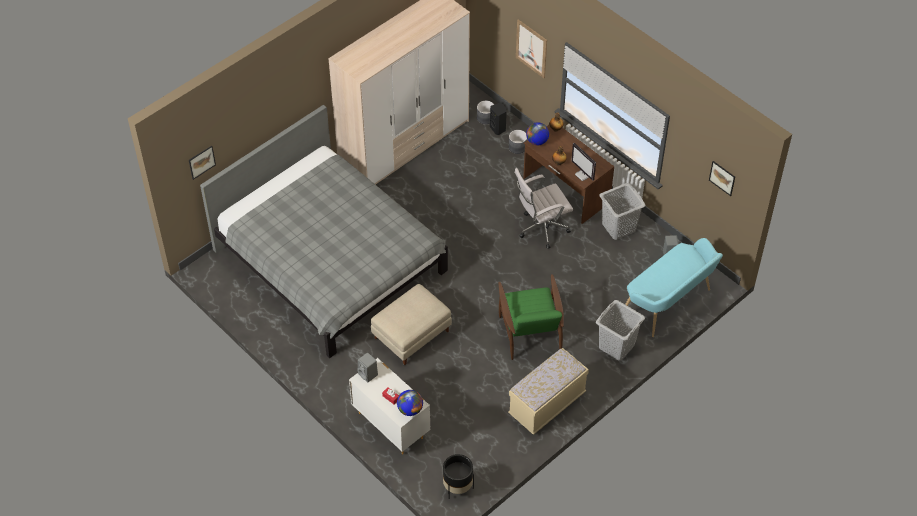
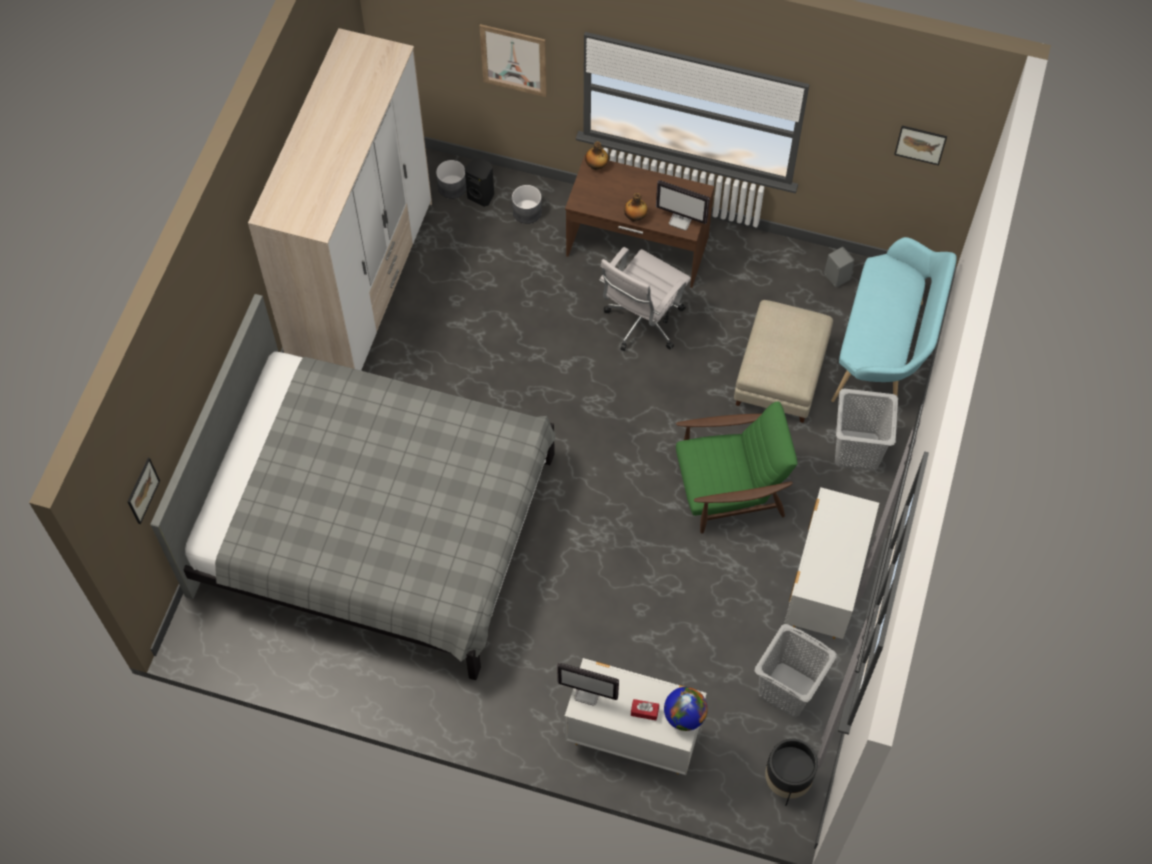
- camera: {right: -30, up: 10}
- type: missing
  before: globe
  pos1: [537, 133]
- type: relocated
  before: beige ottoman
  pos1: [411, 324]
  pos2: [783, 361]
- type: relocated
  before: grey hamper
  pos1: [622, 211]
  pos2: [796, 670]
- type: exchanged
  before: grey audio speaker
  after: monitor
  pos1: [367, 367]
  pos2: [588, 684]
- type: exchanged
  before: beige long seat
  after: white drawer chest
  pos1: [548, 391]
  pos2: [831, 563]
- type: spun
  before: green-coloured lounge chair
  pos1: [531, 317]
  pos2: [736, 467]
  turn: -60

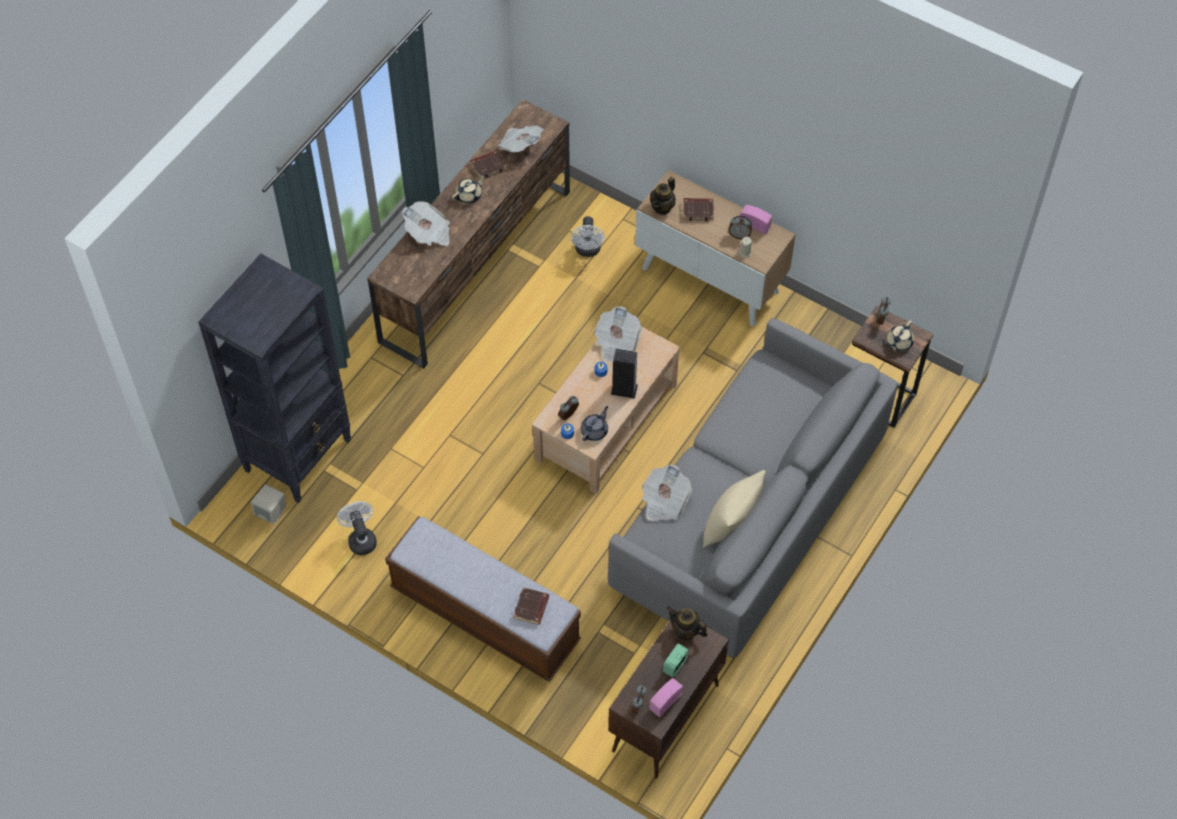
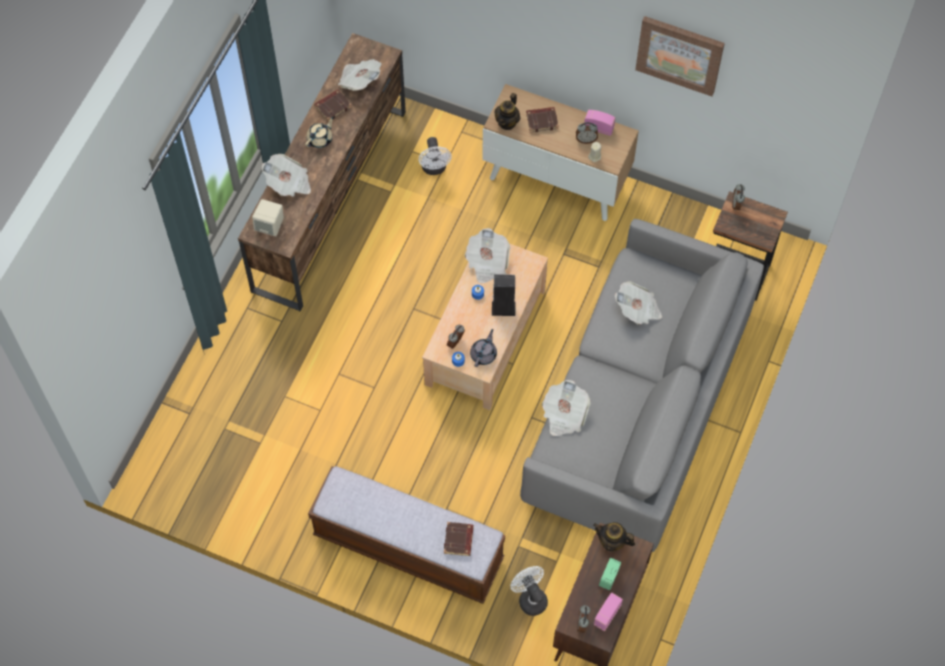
- camera: {right: -10, up: 5}
- type: missing
  before: black bookcase
  pos1: [274, 378]
- type: missing
  before: beige cushion
  pos1: [734, 508]
- type: missing
  before: beige pot for tea
  pos1: [900, 335]
- type: appeared
  after: daily paper
  pos2: [638, 303]
- type: appeared
  after: wall picture
  pos2: [680, 56]
- type: relocated
  before: beige audio speaker
  pos1: [268, 504]
  pos2: [268, 217]
- type: relocated
  before: white cooling fan
  pos1: [357, 528]
  pos2: [529, 591]

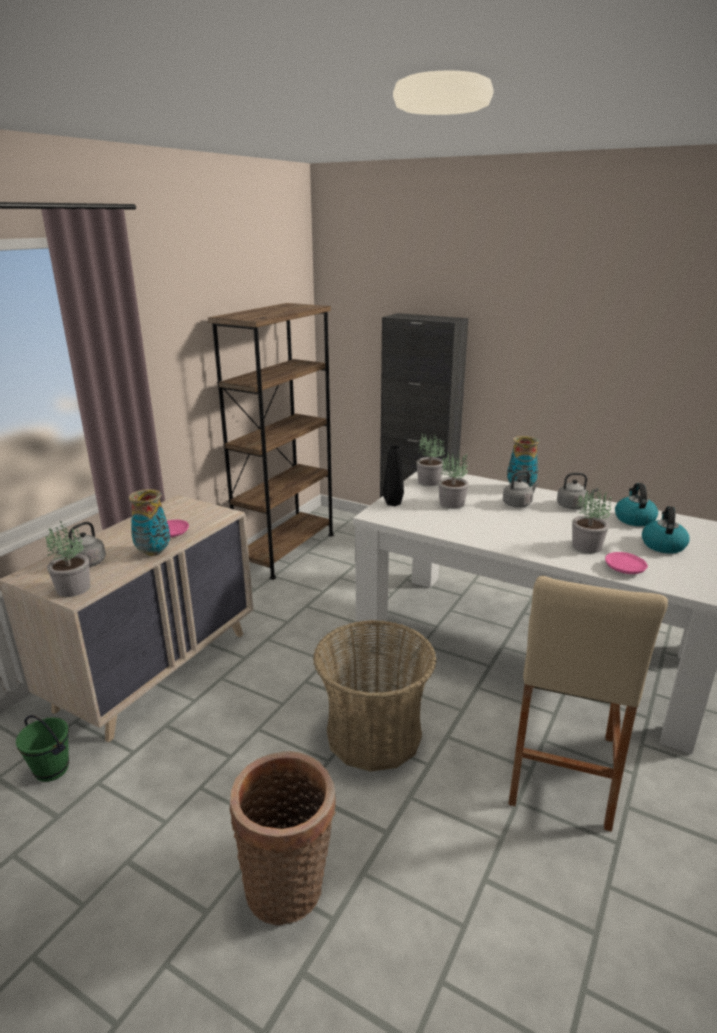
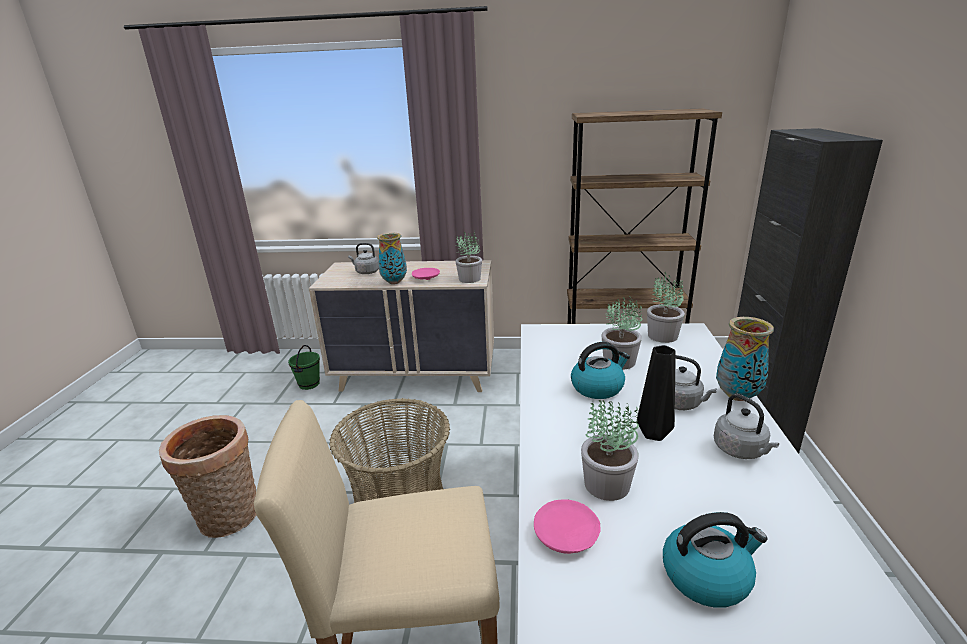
- camera: {right: 65, up: 0}
- type: relocated
  before: houseplant
  pos1: [68, 559]
  pos2: [468, 257]
- type: relocated
  before: black flower vase
  pos1: [393, 475]
  pos2: [656, 393]
- type: relocated
  before: water kettle
  pos1: [636, 504]
  pos2: [600, 370]

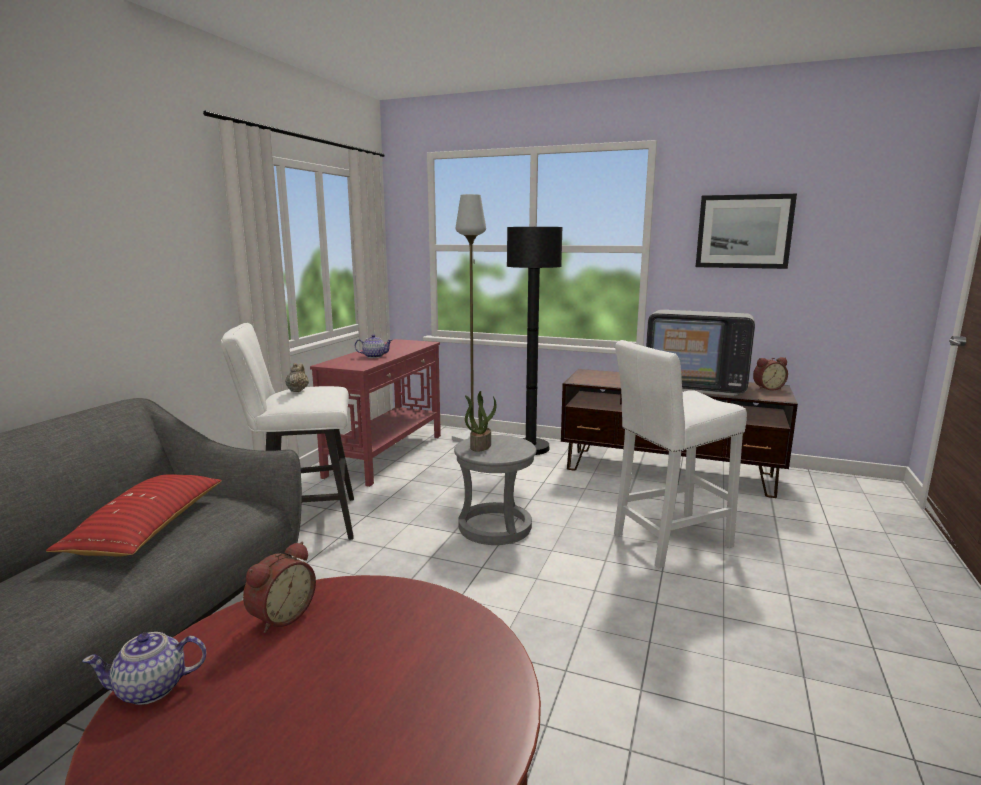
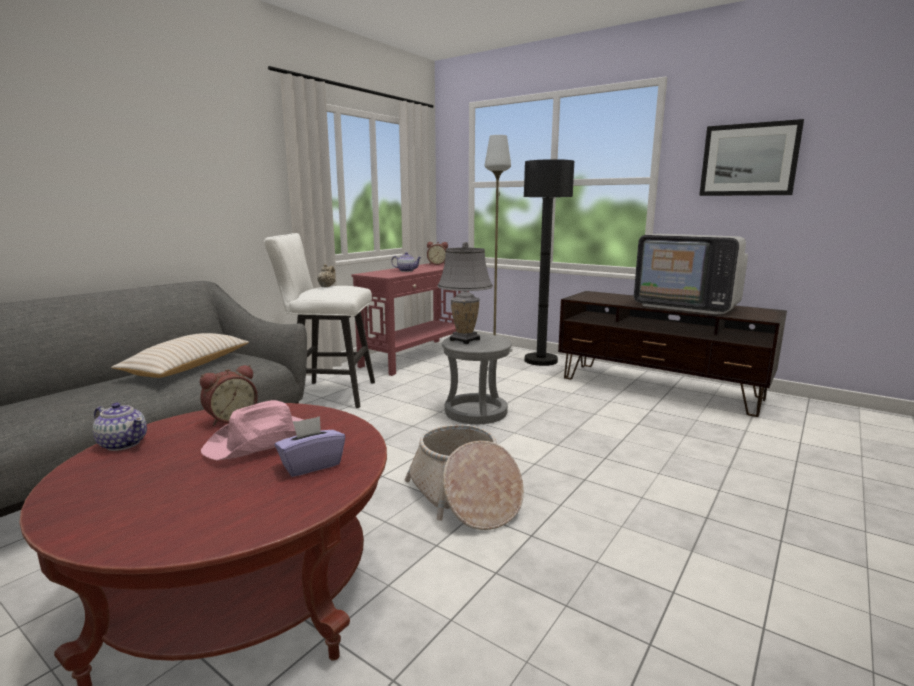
- camera: {right: 15, up: 0}
- type: missing
  before: white stool seat
  pos1: [680, 454]
- type: appeared
  after: pink wearable hat
  pos2: [252, 430]
- type: appeared
  after: purplish tissue holder
  pos2: [310, 446]
- type: appeared
  after: storage basket
  pos2: [464, 477]
- type: relocated
  before: bedside clock
  pos1: [770, 374]
  pos2: [437, 253]
- type: exchanged
  before: houseplant
  after: grey lamp for a table
  pos1: [481, 421]
  pos2: [465, 293]
- type: colour
  before: red cushion
  after: beige cushion
  pos1: [134, 515]
  pos2: [180, 355]
- type: spun
  before: pot for tea
  pos1: [144, 668]
  pos2: [120, 426]
  turn: -150

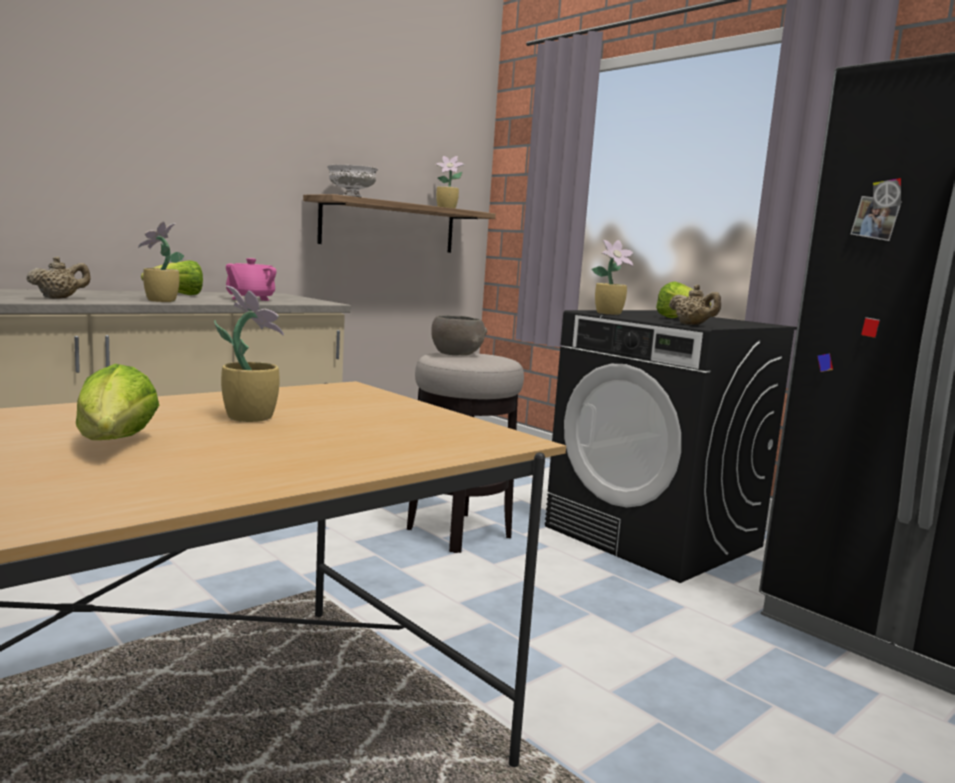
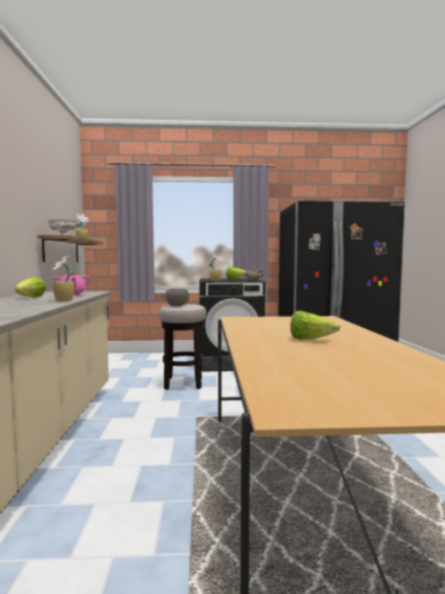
- camera: {right: -50, up: -5}
- type: missing
  before: beige pot for tea
  pos1: [58, 277]
- type: missing
  before: houseplant
  pos1: [249, 353]

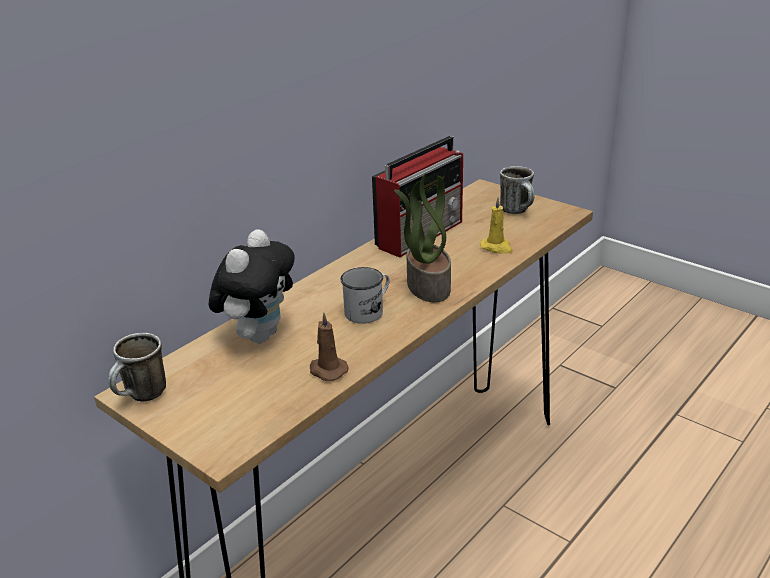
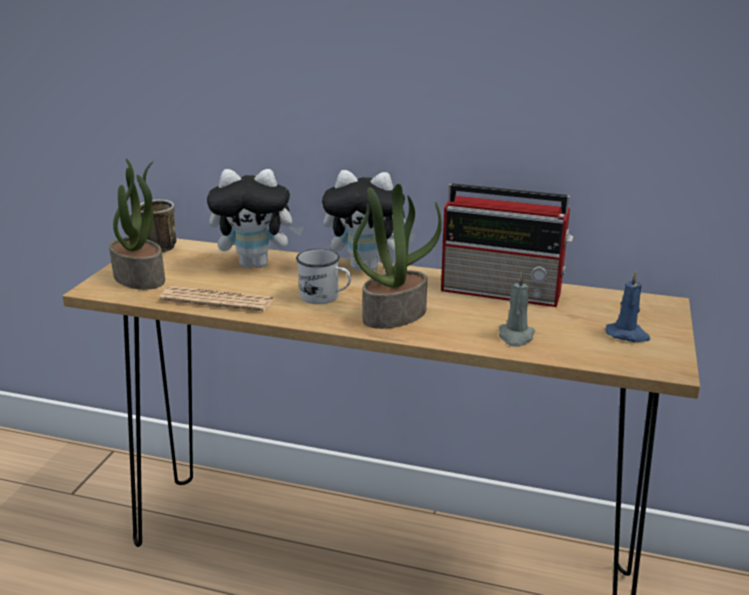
- camera: {right: 65, up: -5}
- type: appeared
  after: houseplant
  pos2: [137, 224]
- type: appeared
  after: plush toy
  pos2: [369, 220]
- type: exchanged
  before: brown-coloured candle
  after: daily paper
  pos1: [329, 346]
  pos2: [217, 298]
- type: exchanged
  before: mug
  after: bluish candle
  pos1: [517, 190]
  pos2: [627, 306]
- type: colour
  before: yellowish candle
  after: grey candle
  pos1: [496, 225]
  pos2: [517, 309]

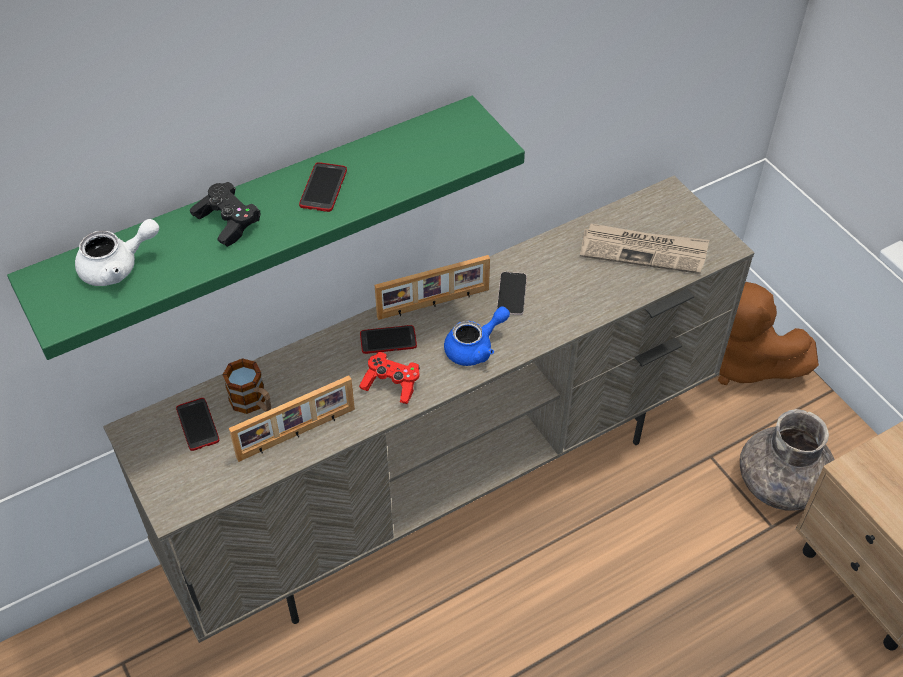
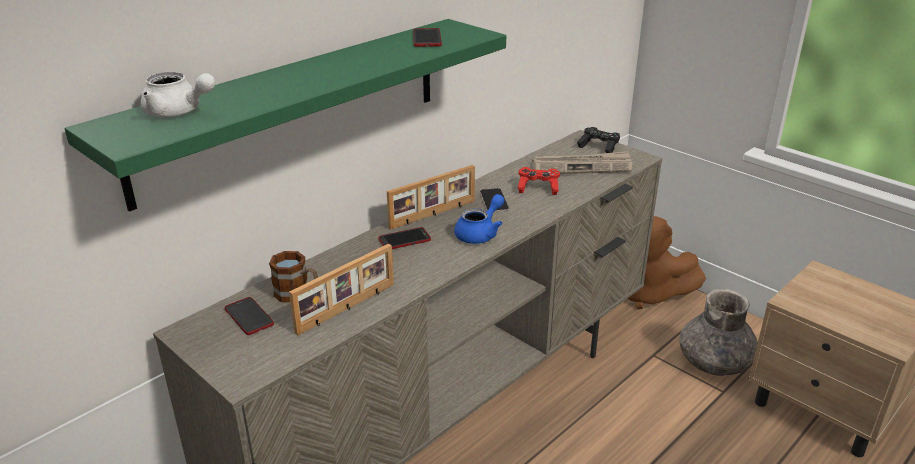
- camera: {right: -15, up: -20}
- type: relocated
  before: black game controller
  pos1: [225, 214]
  pos2: [598, 140]
- type: relocated
  before: phone
  pos1: [323, 187]
  pos2: [427, 37]
- type: relocated
  before: red game controller
  pos1: [389, 378]
  pos2: [538, 181]
- type: spun
  before: white pot for tea
  pos1: [117, 252]
  pos2: [178, 94]
  turn: 60

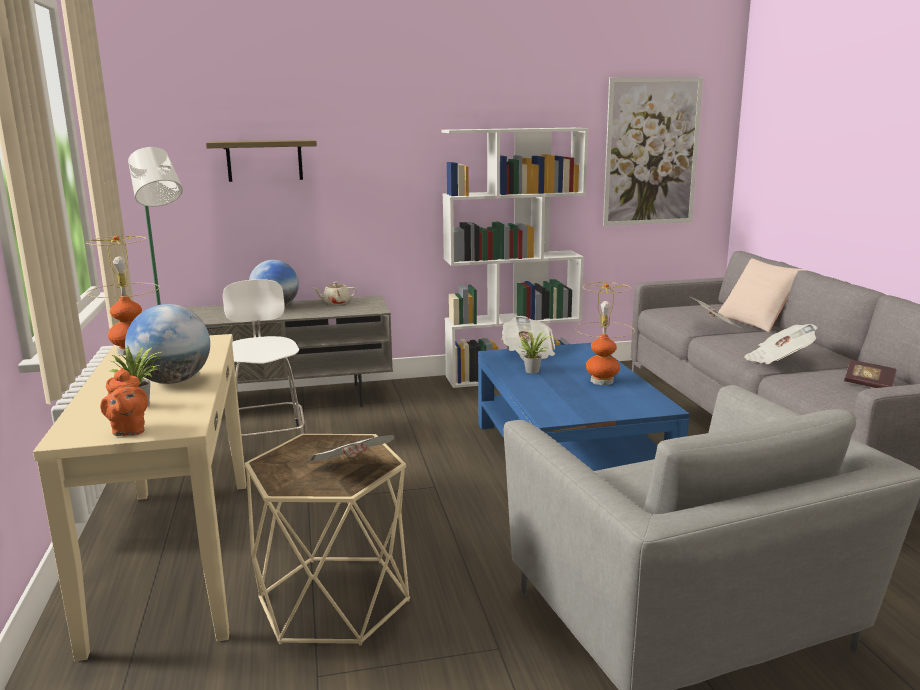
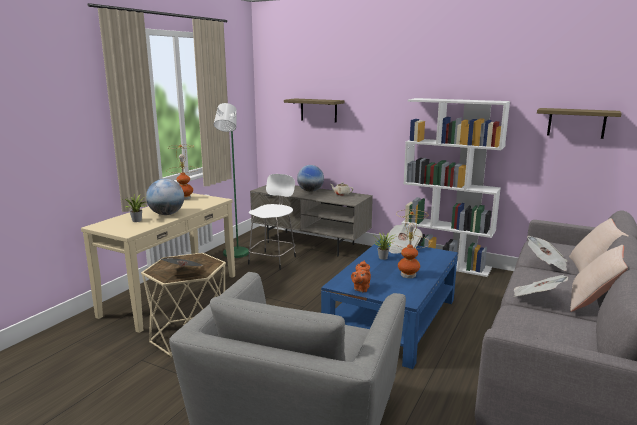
- camera: {right: 40, up: 0}
- type: missing
  before: book
  pos1: [870, 374]
- type: appeared
  after: beige cushion
  pos2: [599, 278]
- type: relocated
  before: orange-coloured pot for tea
  pos1: [124, 402]
  pos2: [361, 276]
- type: exchanged
  before: wall picture
  after: wall shelf
  pos1: [653, 151]
  pos2: [579, 123]

